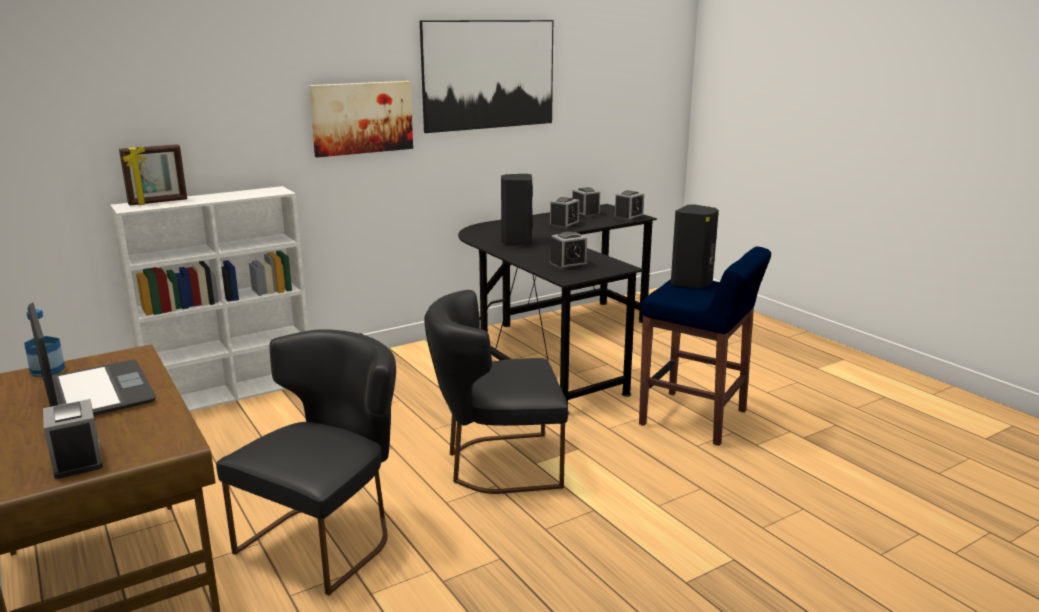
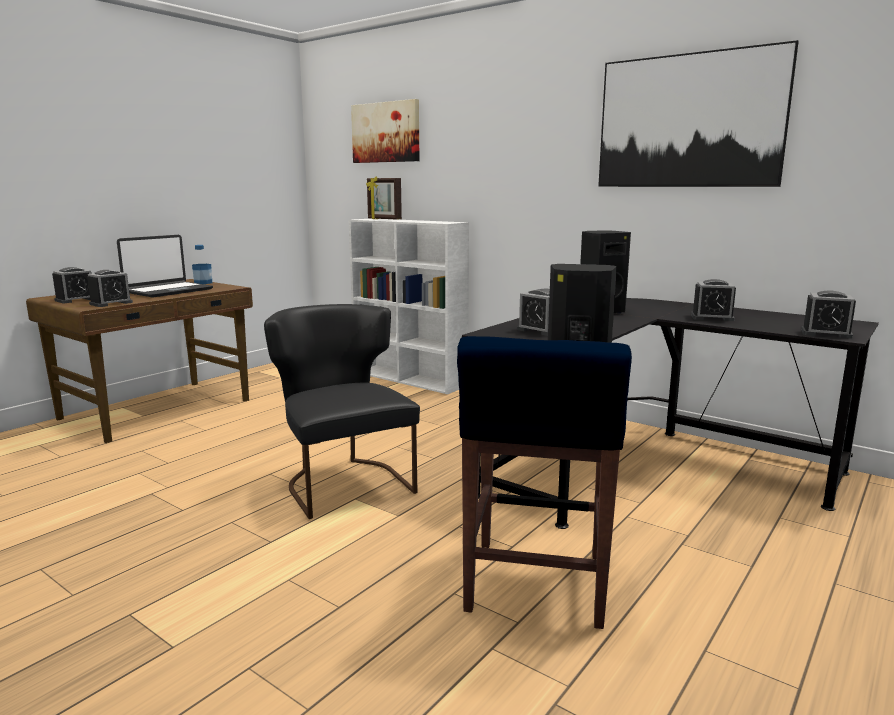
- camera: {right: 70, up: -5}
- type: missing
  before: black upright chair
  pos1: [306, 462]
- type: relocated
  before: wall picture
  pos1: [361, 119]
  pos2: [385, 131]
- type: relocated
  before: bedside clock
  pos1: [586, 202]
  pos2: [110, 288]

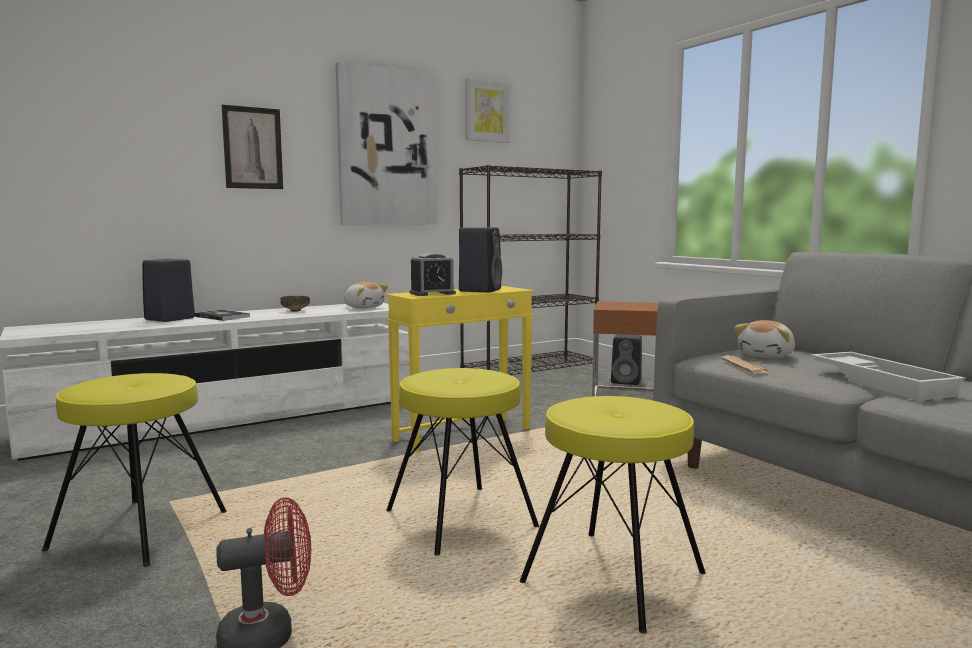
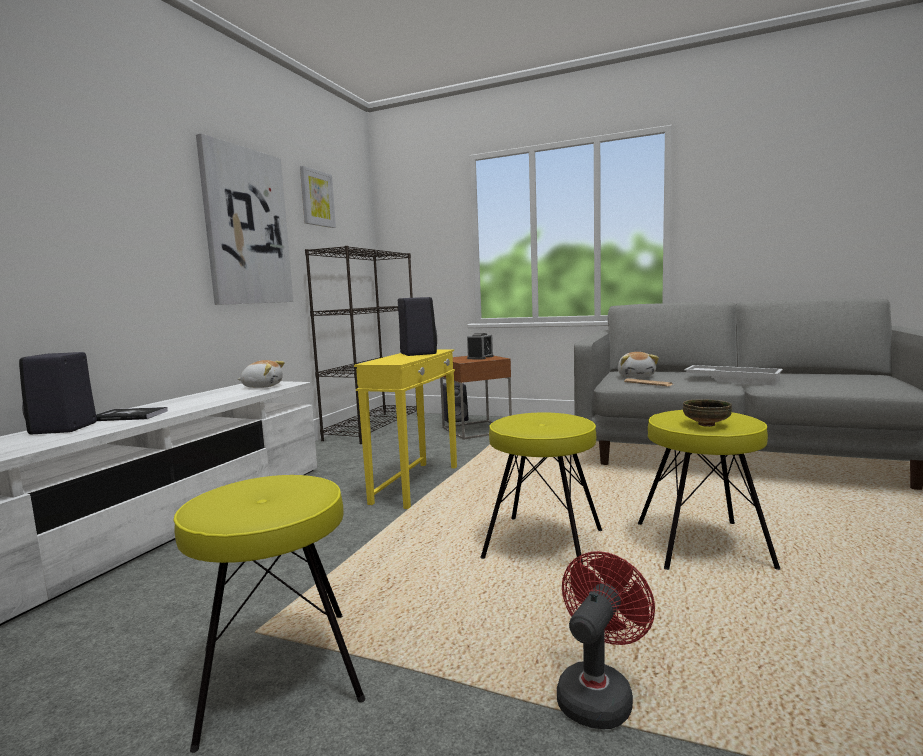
- camera: {right: -35, up: 0}
- type: missing
  before: wall picture
  pos1: [252, 146]
- type: relocated
  before: deep dish
  pos1: [295, 304]
  pos2: [707, 413]
- type: relocated
  before: bedside clock
  pos1: [433, 274]
  pos2: [480, 346]

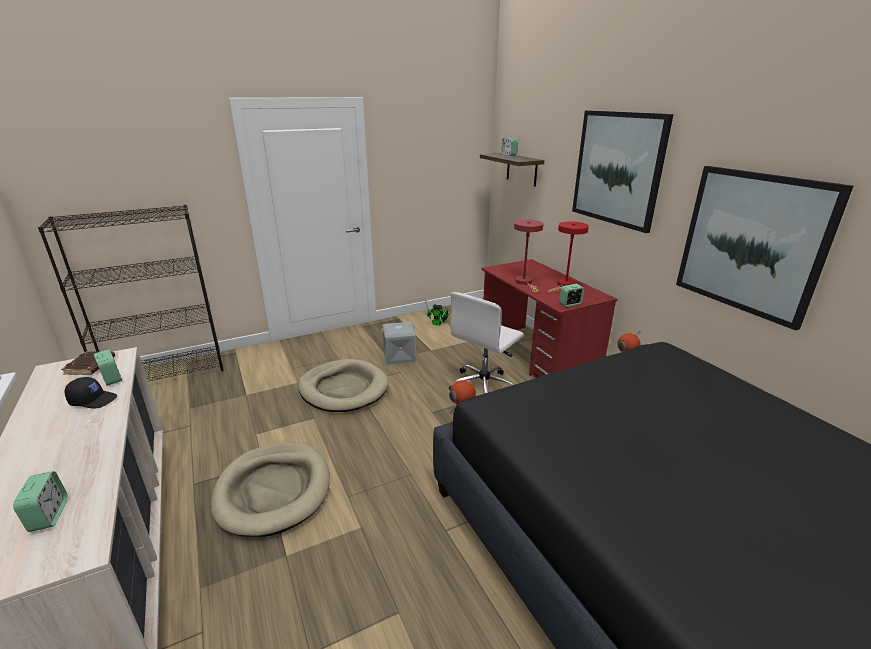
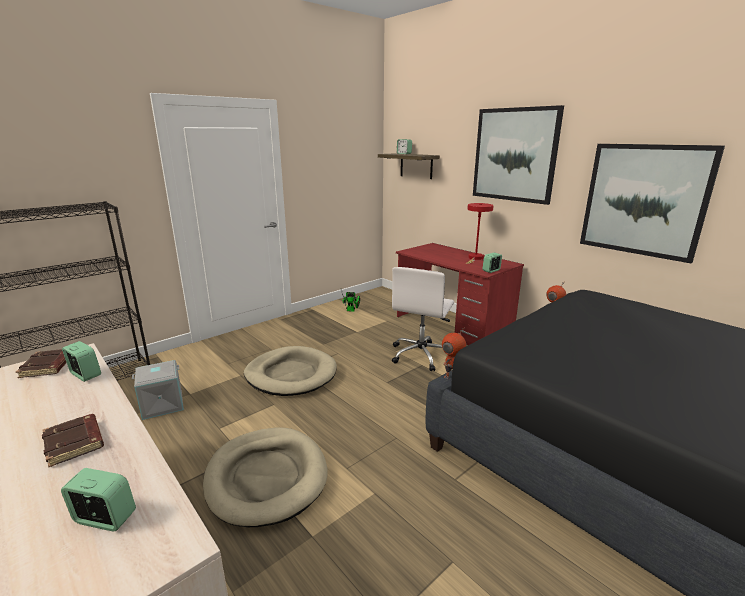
- camera: {right: -15, up: -5}
- type: missing
  before: black peaked cap
  pos1: [91, 393]
- type: missing
  before: red lamp for a table
  pos1: [528, 256]
- type: appeared
  after: brown-coloured book
  pos2: [73, 440]
- type: relocated
  before: grey storage container
  pos1: [398, 343]
  pos2: [158, 390]
- type: spun
  before: bedside clock
  pos1: [40, 501]
  pos2: [98, 499]
  turn: -45

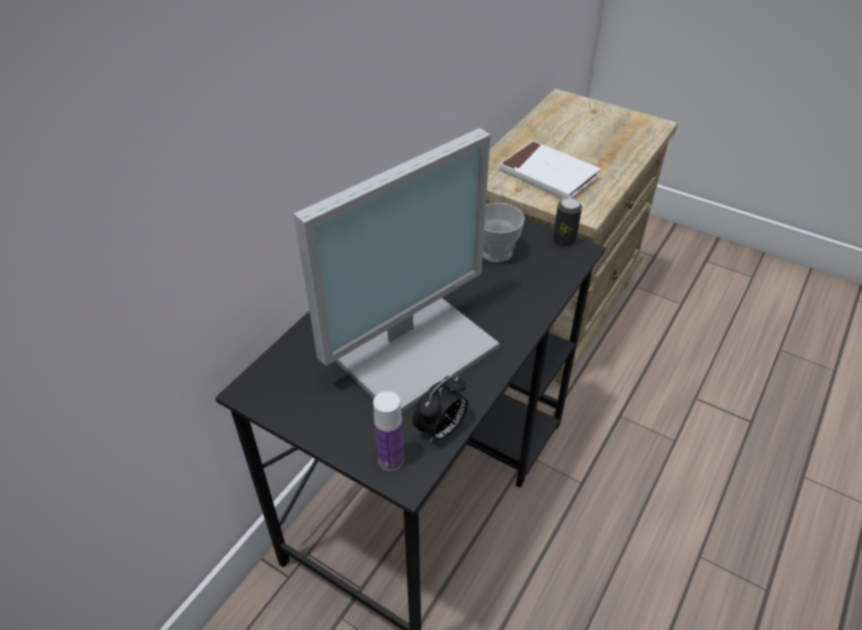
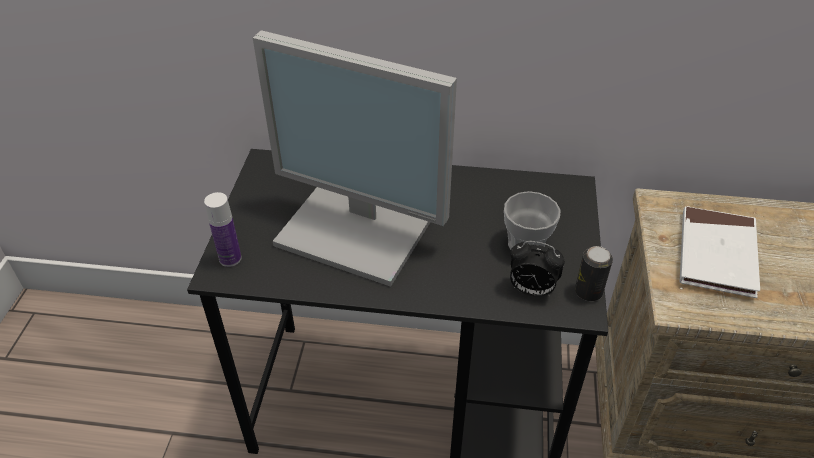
- camera: {right: 65, up: 0}
- type: relocated
  before: bedside clock
  pos1: [440, 409]
  pos2: [537, 269]

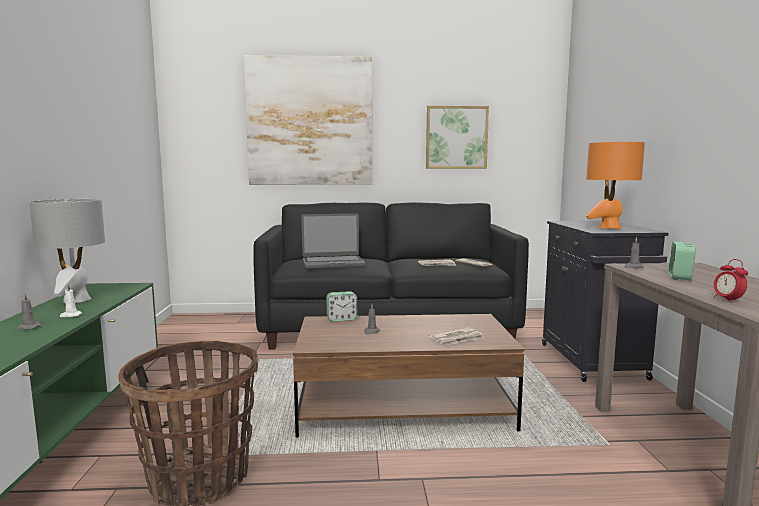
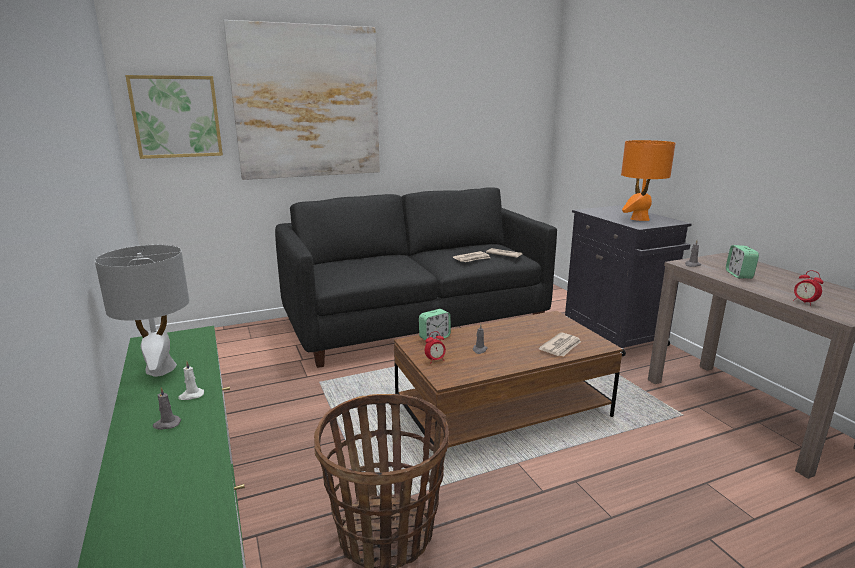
- camera: {right: -20, up: 10}
- type: missing
  before: portable computer
  pos1: [333, 241]
- type: appeared
  after: bedside clock
  pos2: [435, 346]
- type: relocated
  before: wall picture
  pos1: [457, 137]
  pos2: [174, 117]

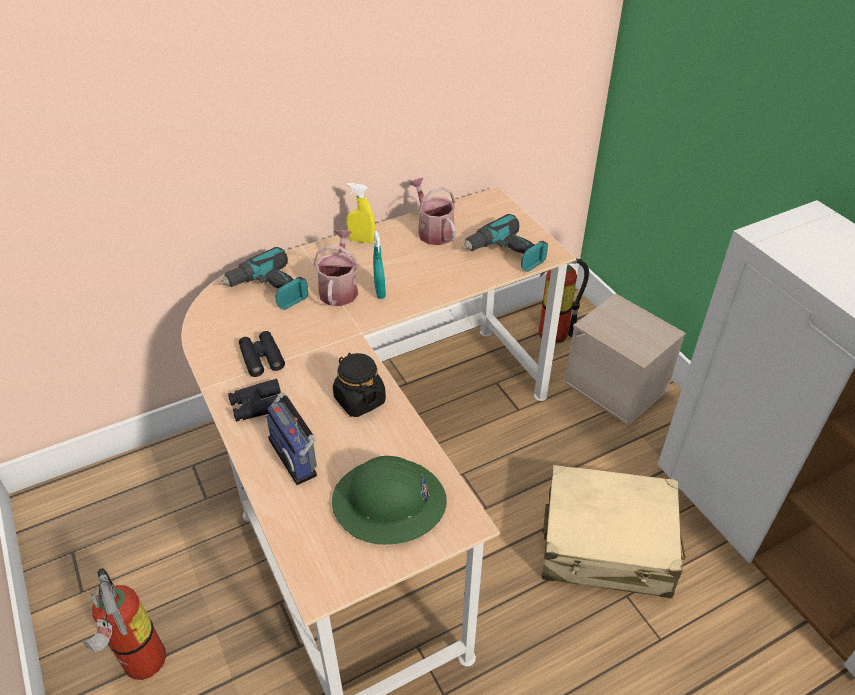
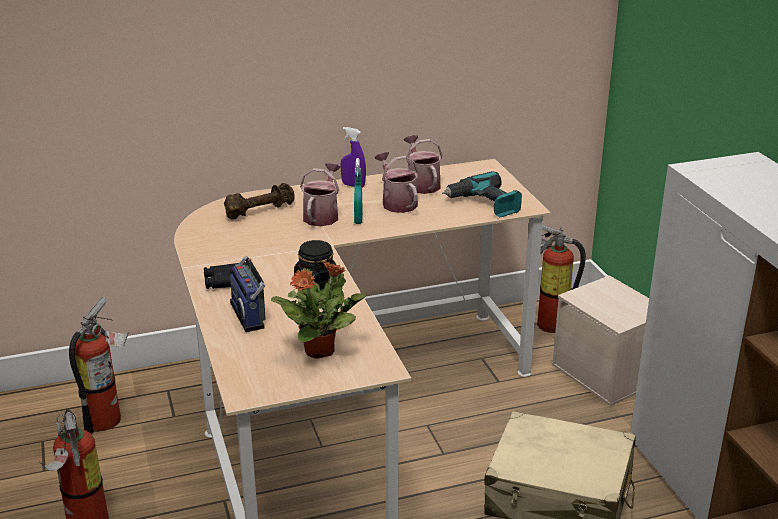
- camera: {right: 10, up: -15}
- type: missing
  before: black pair of binoculars
  pos1: [262, 354]
- type: appeared
  after: extinguisher
  pos2: [99, 365]
- type: appeared
  after: watering can
  pos2: [397, 182]
- type: exchanged
  before: power drill
  after: brown-coloured hand weight
  pos1: [263, 278]
  pos2: [259, 201]
- type: exchanged
  before: green-coloured work helmet
  after: houseplant
  pos1: [389, 500]
  pos2: [318, 310]
- type: colour
  before: yellowish sprayer
  after: purplish sprayer
  pos1: [360, 213]
  pos2: [353, 157]

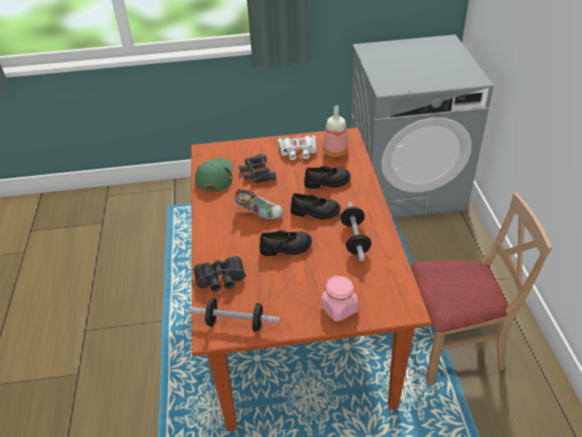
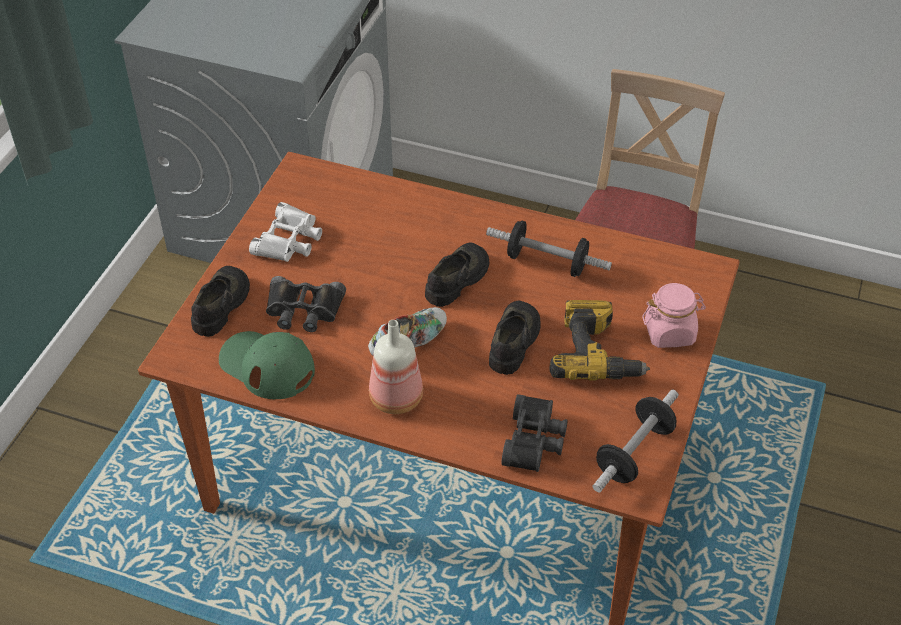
- camera: {right: -65, up: 5}
- type: appeared
  after: power drill
  pos2: [599, 340]
- type: relocated
  before: black item of footwear
  pos1: [327, 177]
  pos2: [220, 301]
- type: relocated
  before: beverage bottle
  pos1: [336, 131]
  pos2: [396, 367]

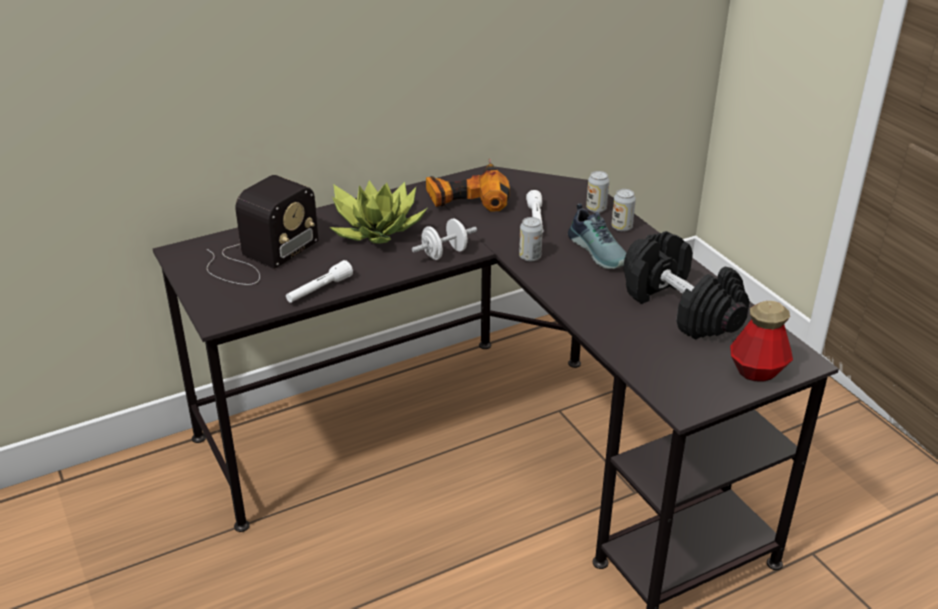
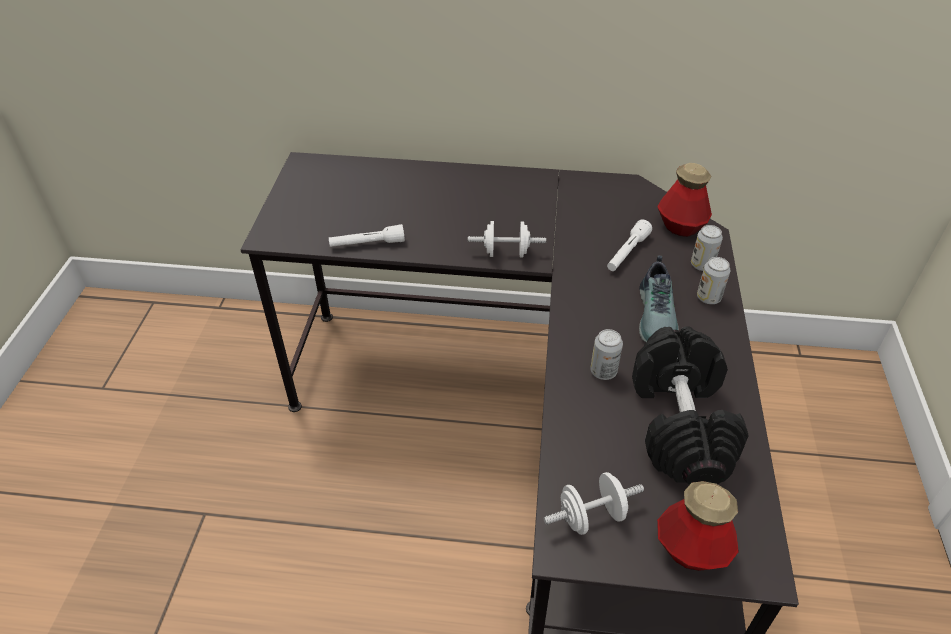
- camera: {right: 35, up: 10}
- type: missing
  before: radio set
  pos1: [263, 230]
- type: missing
  before: houseplant
  pos1: [378, 212]
- type: missing
  before: power drill
  pos1: [468, 185]
- type: appeared
  after: white hand weight
  pos2: [593, 503]
- type: appeared
  after: beverage bottle
  pos2: [684, 200]
- type: relocated
  before: sealed can
  pos1: [531, 239]
  pos2: [606, 354]

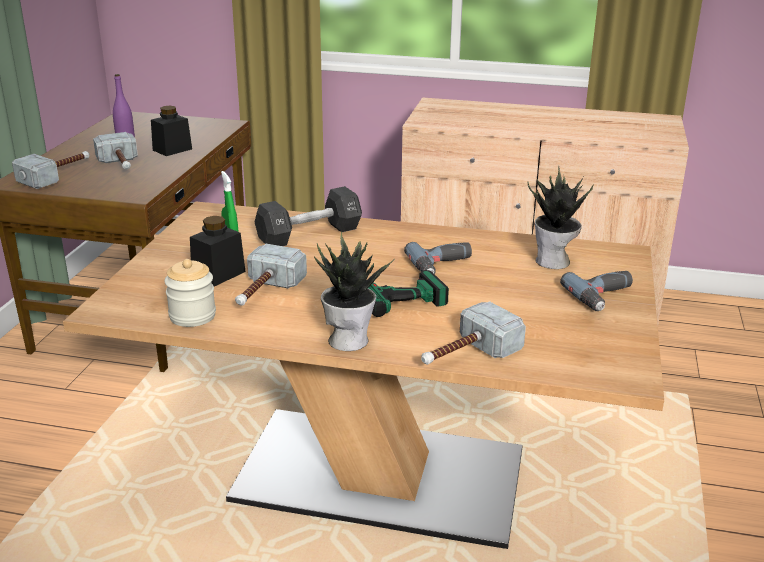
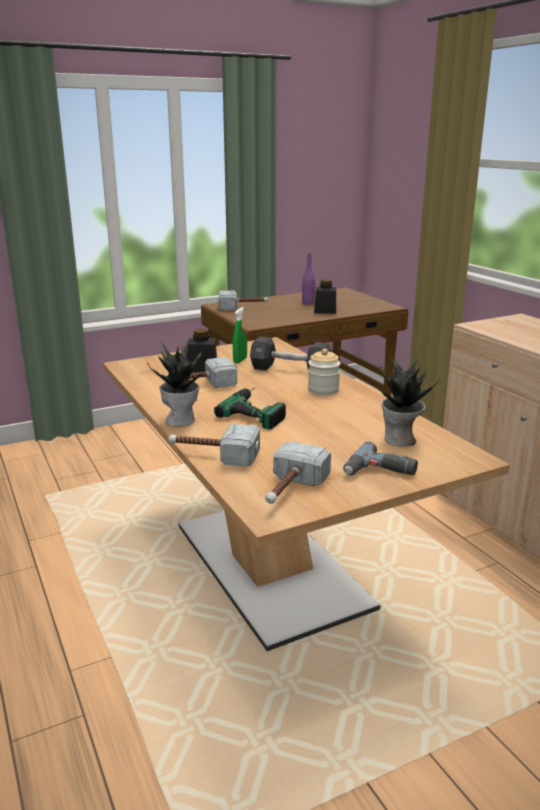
- camera: {right: 50, up: -5}
- type: missing
  before: power drill
  pos1: [438, 258]
- type: relocated
  before: hammer
  pos1: [115, 150]
  pos2: [298, 472]
- type: relocated
  before: preserve jar
  pos1: [190, 293]
  pos2: [324, 372]

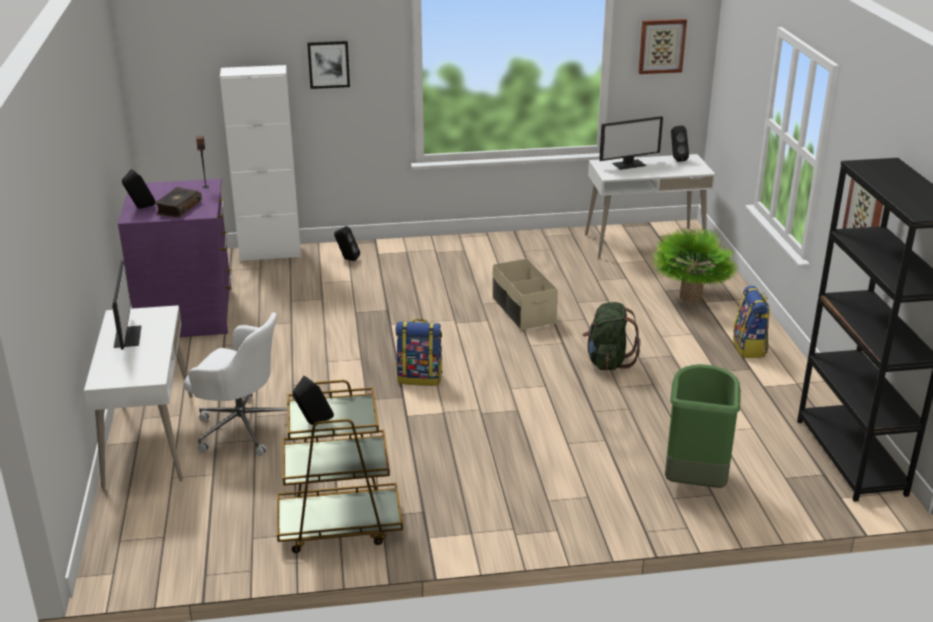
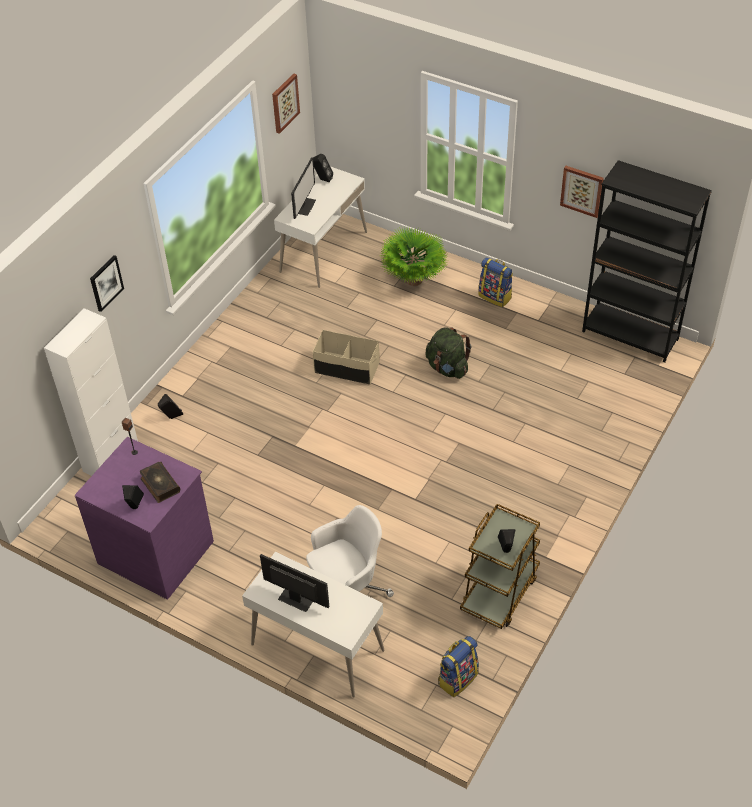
- camera: {right: -50, up: 20}
- type: missing
  before: green-coloured rubbish bin
  pos1: [703, 426]
- type: relocated
  before: rucksack
  pos1: [419, 352]
  pos2: [458, 666]

